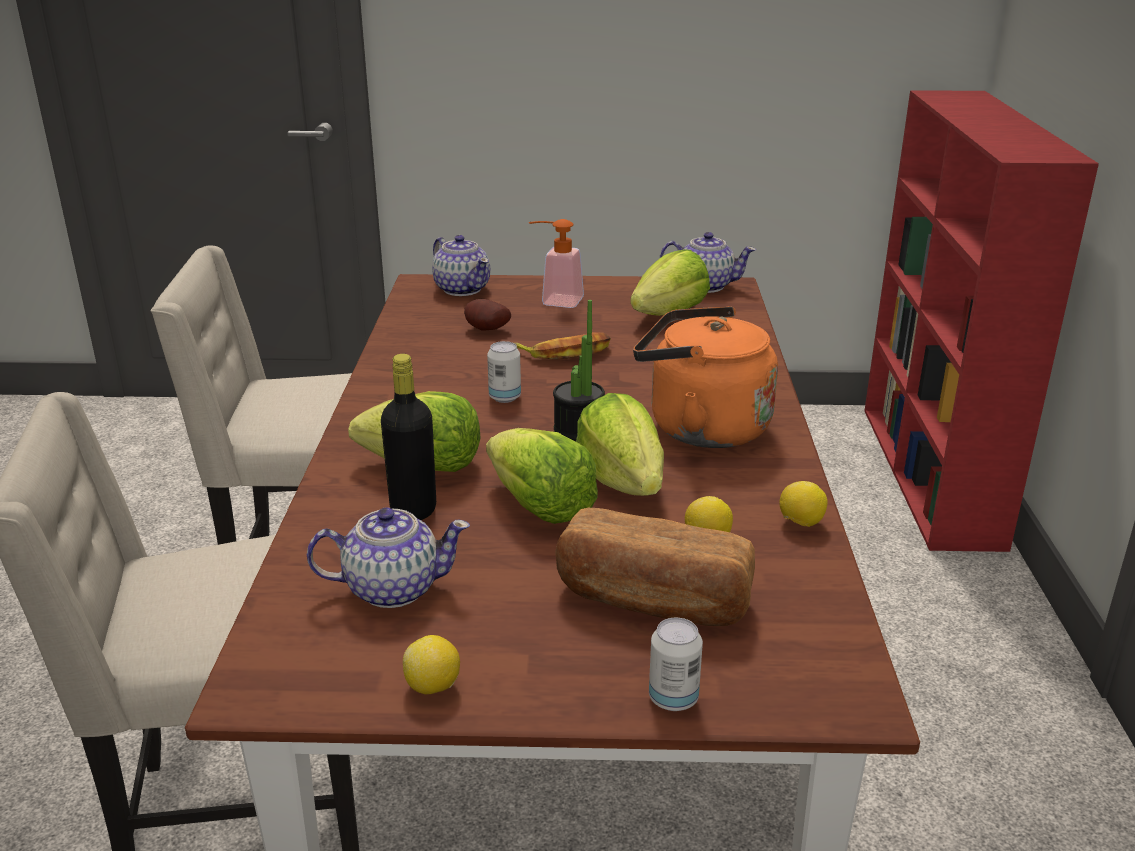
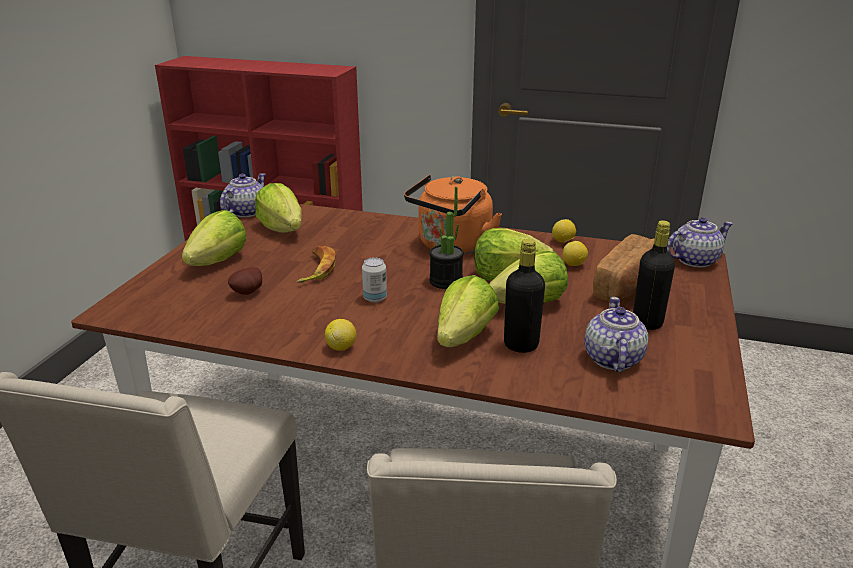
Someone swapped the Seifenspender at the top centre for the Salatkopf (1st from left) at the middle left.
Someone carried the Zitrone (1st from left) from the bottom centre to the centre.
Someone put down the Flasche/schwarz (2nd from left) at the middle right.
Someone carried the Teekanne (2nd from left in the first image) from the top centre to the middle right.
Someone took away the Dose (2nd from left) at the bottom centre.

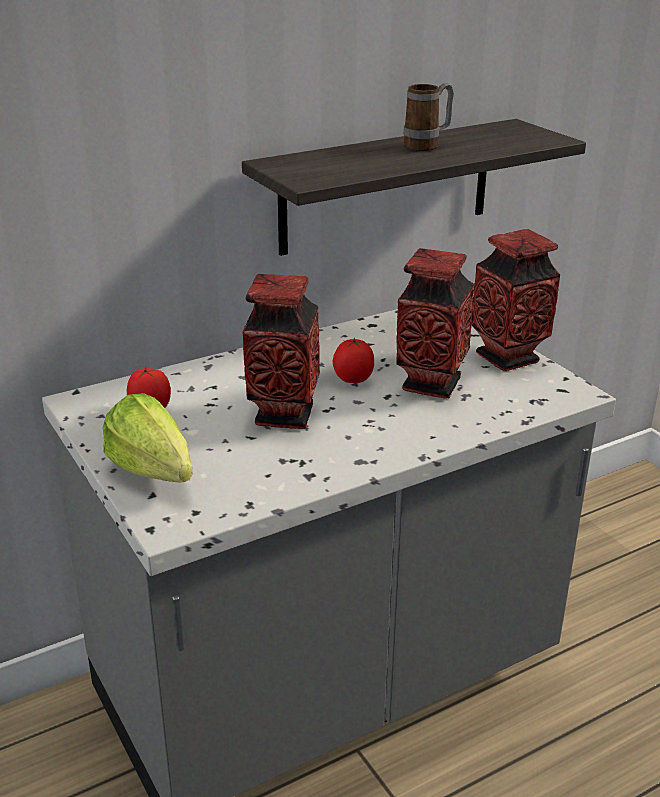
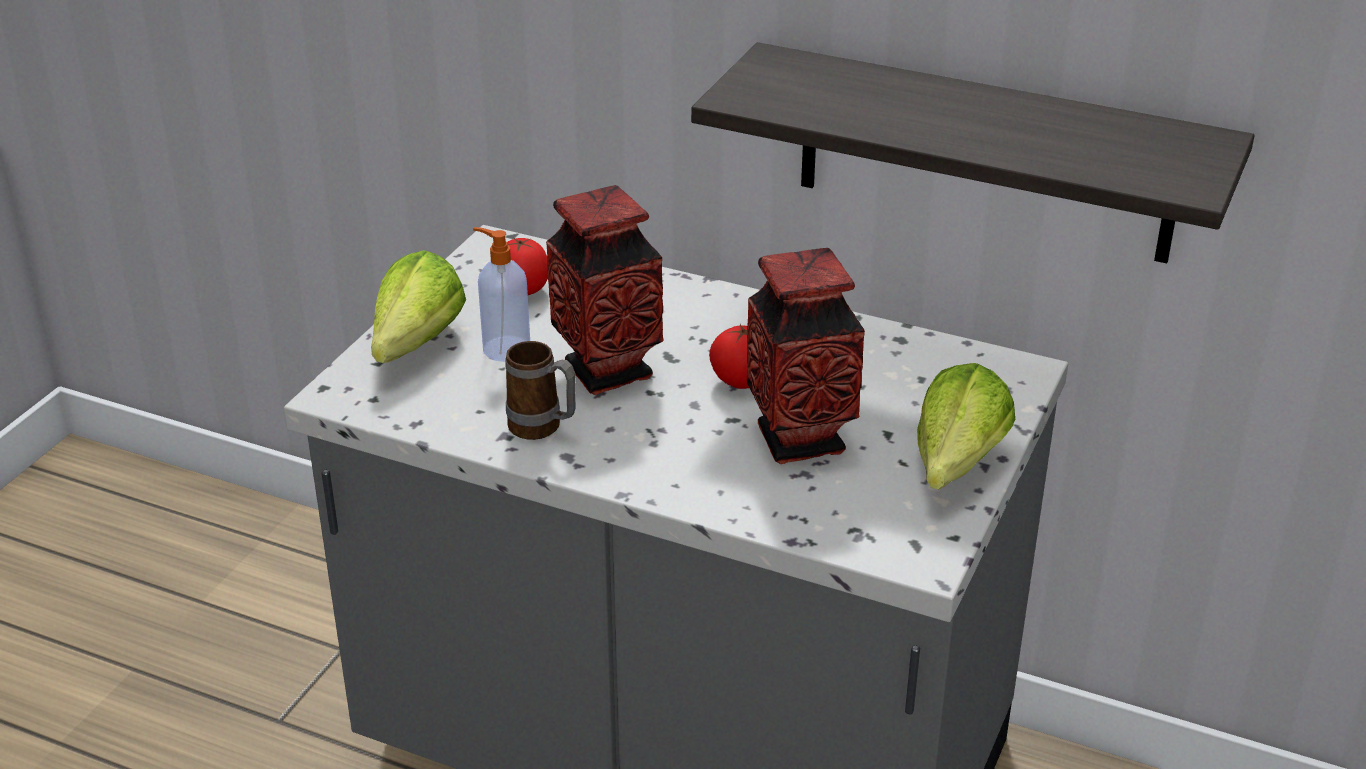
Someone put down the Seifenspender at the centre.
Someone carried the Henkelbecher from the top centre to the centre.
Someone swapped the Vase (3rd from left) at the middle right for the Salatkopf (2nd from left) at the middle right.

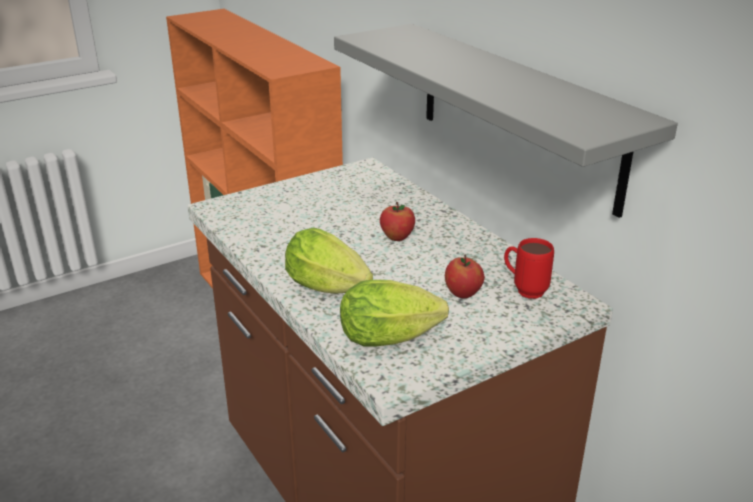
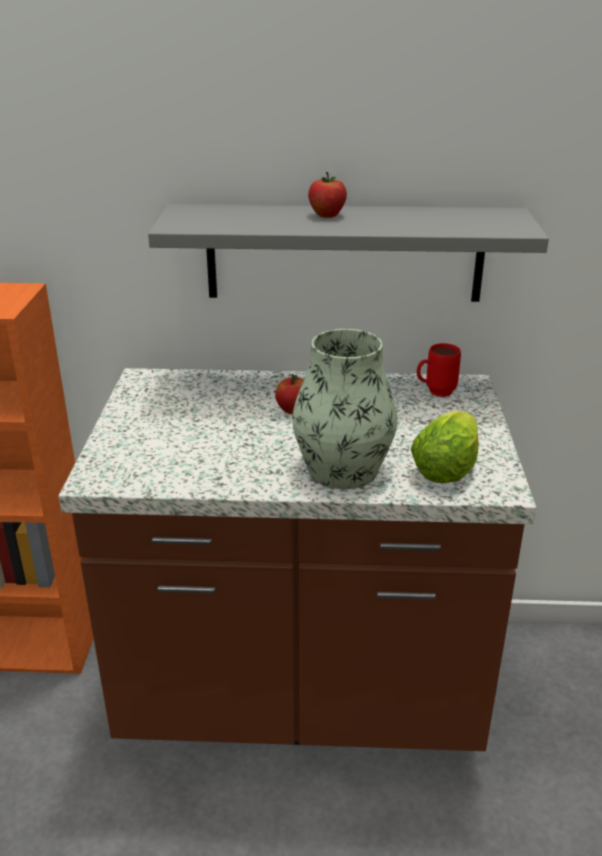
Someone swapped the Salatkopf (1st from left) at the centre for the Vase at the centre.
Someone carried the Apfel (2nd from left) from the centre to the top centre.

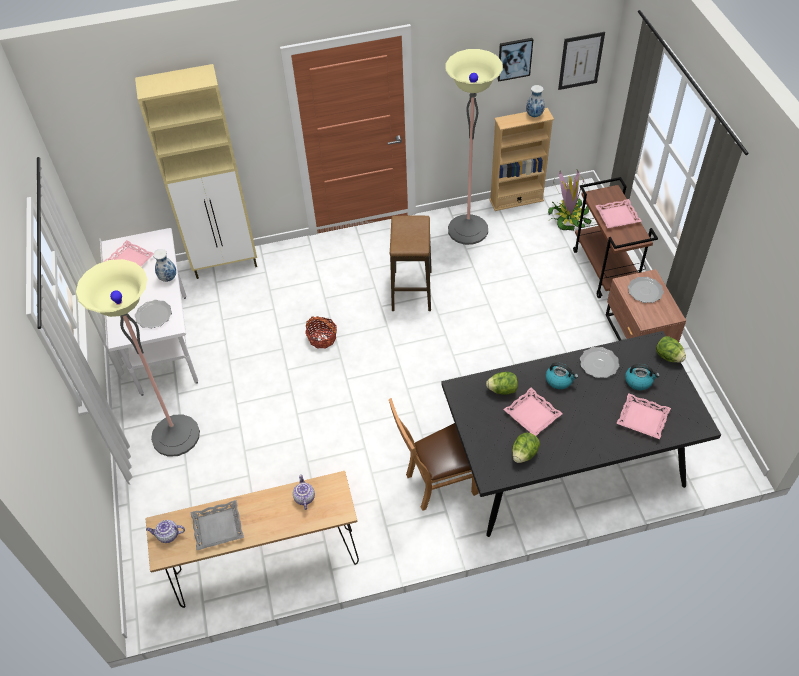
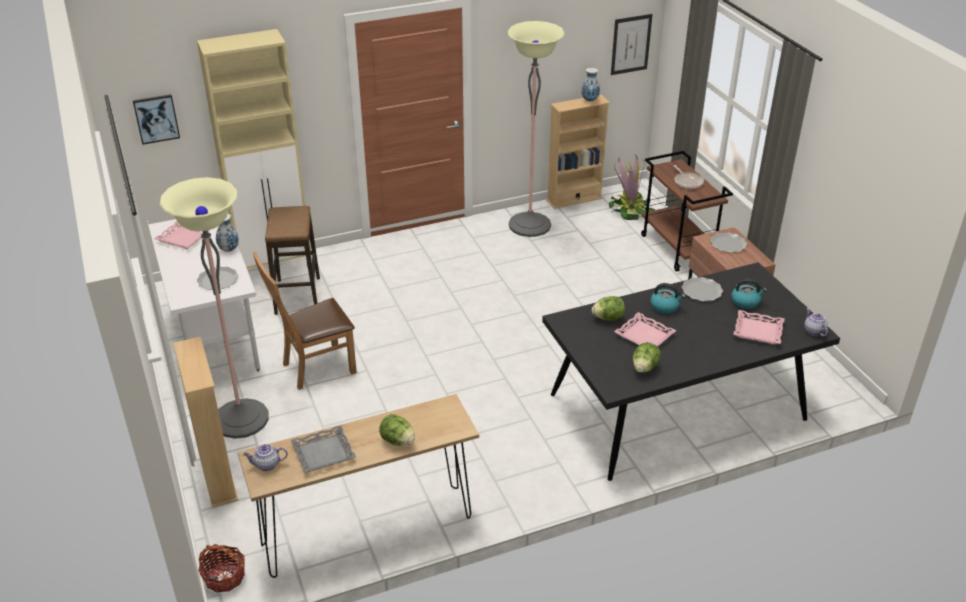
Someone carried the Bild (1st from left) from the top centre to the top left.
Someone put down the Bücherregal/beige (1st from left) at the bottom left.
Someone carried the Korb from the centre to the bottom left.
Someone carried the Stuhl/braun from the bottom centre to the middle left.
Someone carried the Hocker from the centre to the middle left.
Someone carried the Salatkopf (3rd from left in the first image) from the middle right to the bottom centre.
Someone swapped the Tablett/rosa (3rd from left) at the top right for the Pfanne at the top right.
Someone carried the Teekanne (2nd from left) from the bottom centre to the middle right.

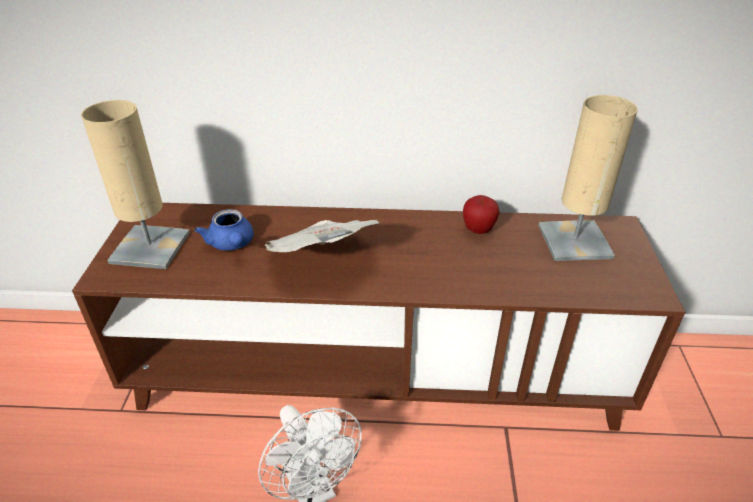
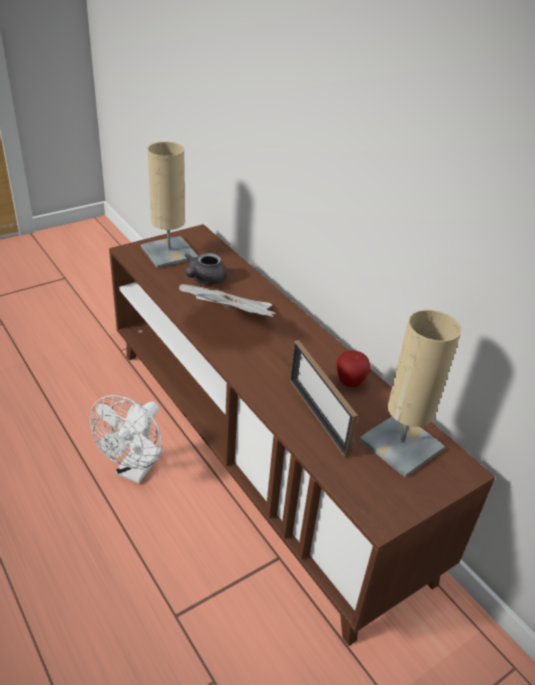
Someone repainted the Teekanne/blau at the middle left, which became the Teekanne/grau at the centre.
Someone put down the Bilderrahmen at the centre.

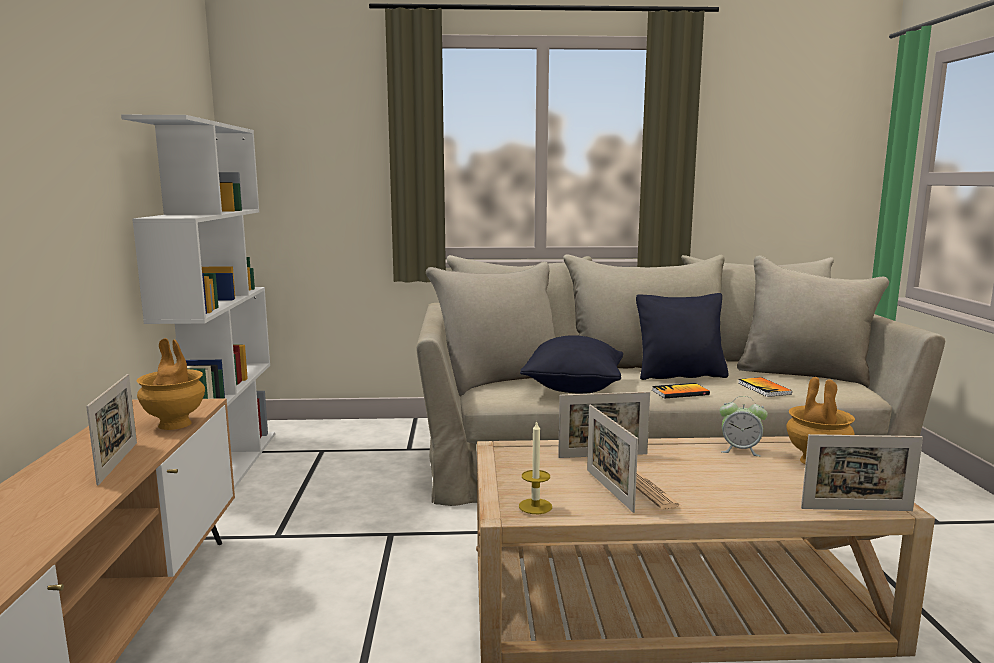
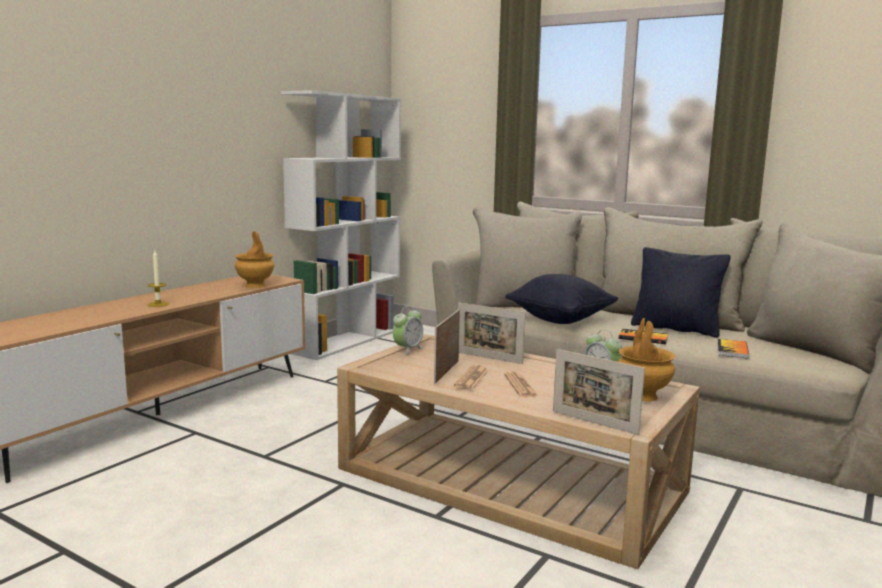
Someone carried the Kerze from the bottom centre to the middle left.
Someone put down the Wecker (1st from left) at the centre.
Someone put down the Zeitung (2nd from left) at the centre.
Someone took away the Bilderrahmen (1st from left) at the middle left.

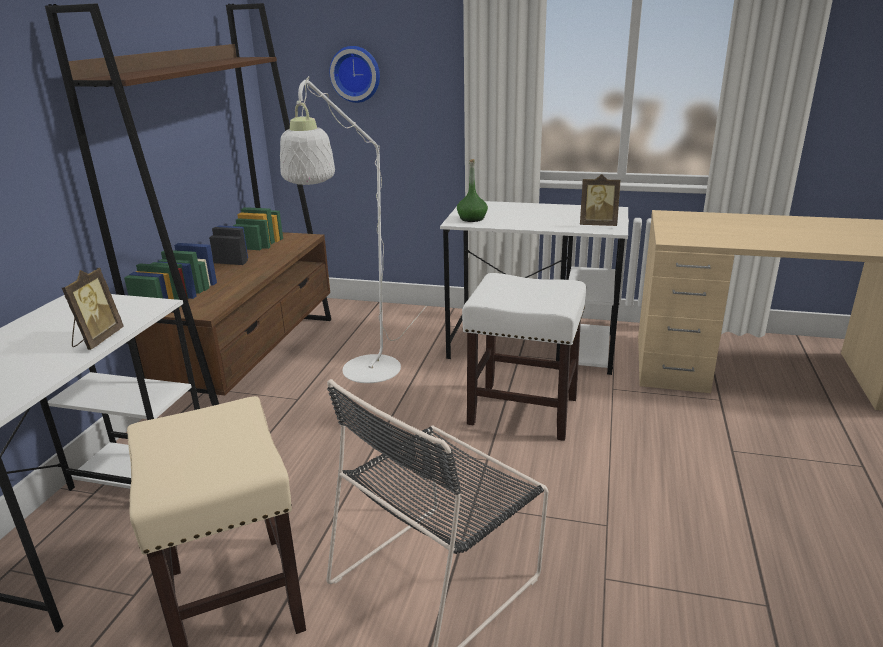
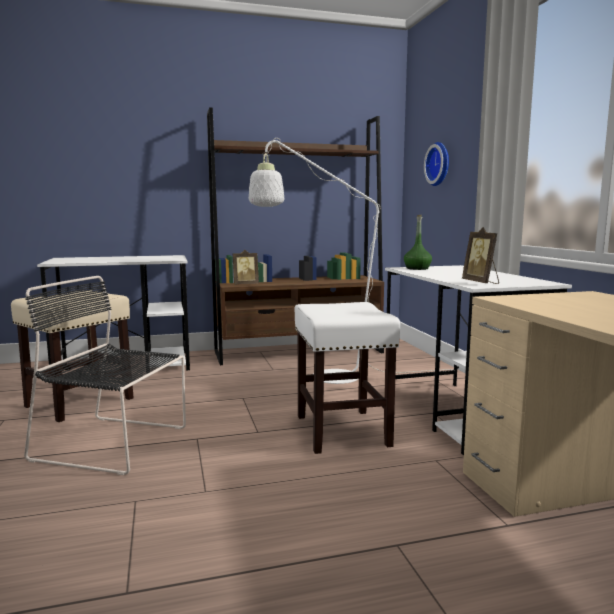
Someone carried the Bilderrahmen (1st from left) from the middle left to the centre.

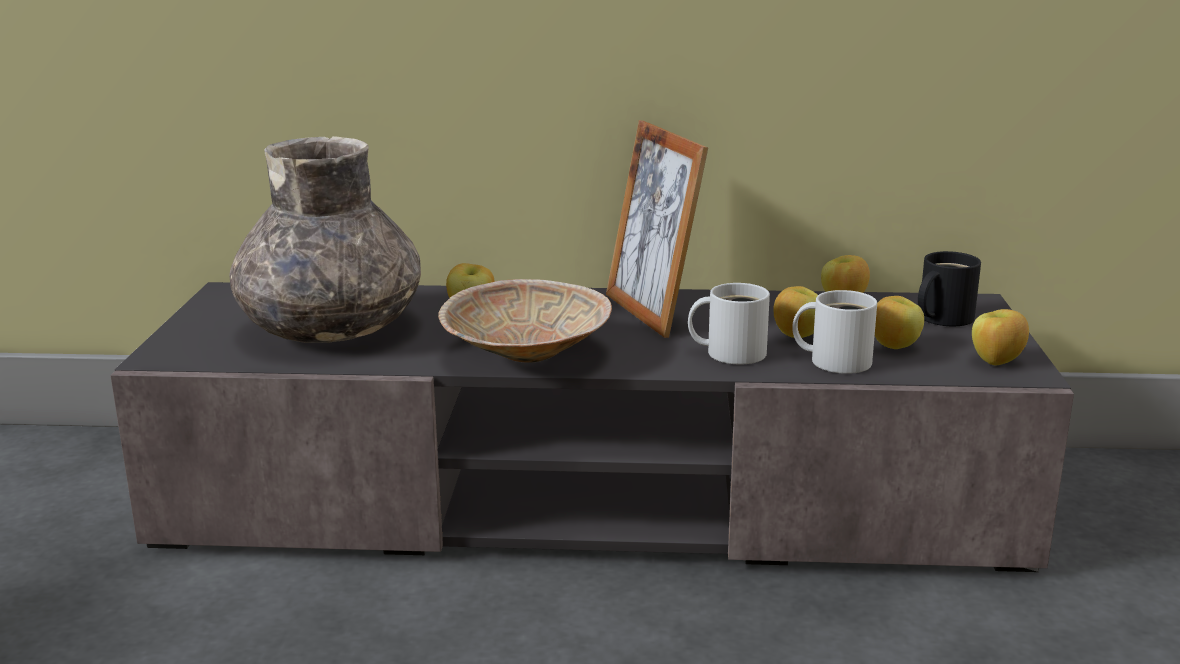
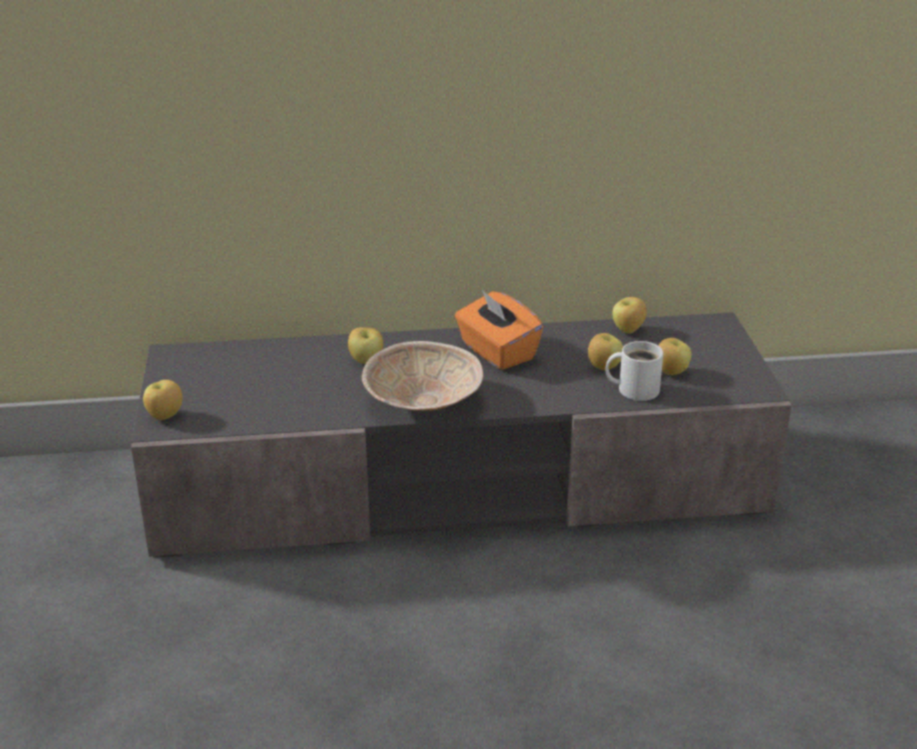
Someone carried the Apfel (5th from left in the first image) from the middle right to the middle left.
Someone swapped the Bilderrahmen at the centre for the Taschentuchbox/orange at the centre.
Someone took away the Vase/grau at the middle left.
Someone took away the Henkelbecher/weiß (1st from left) at the centre.
Someone took away the Henkelbecher/schwarz at the middle right.

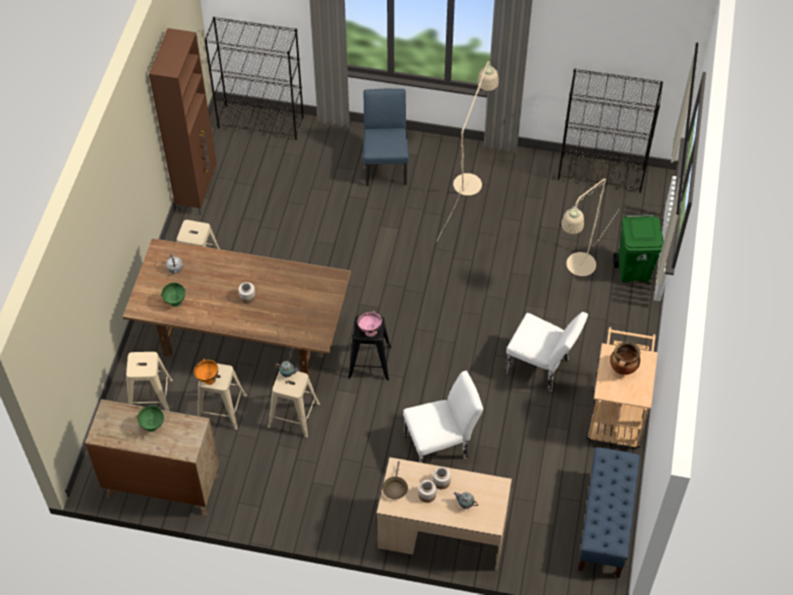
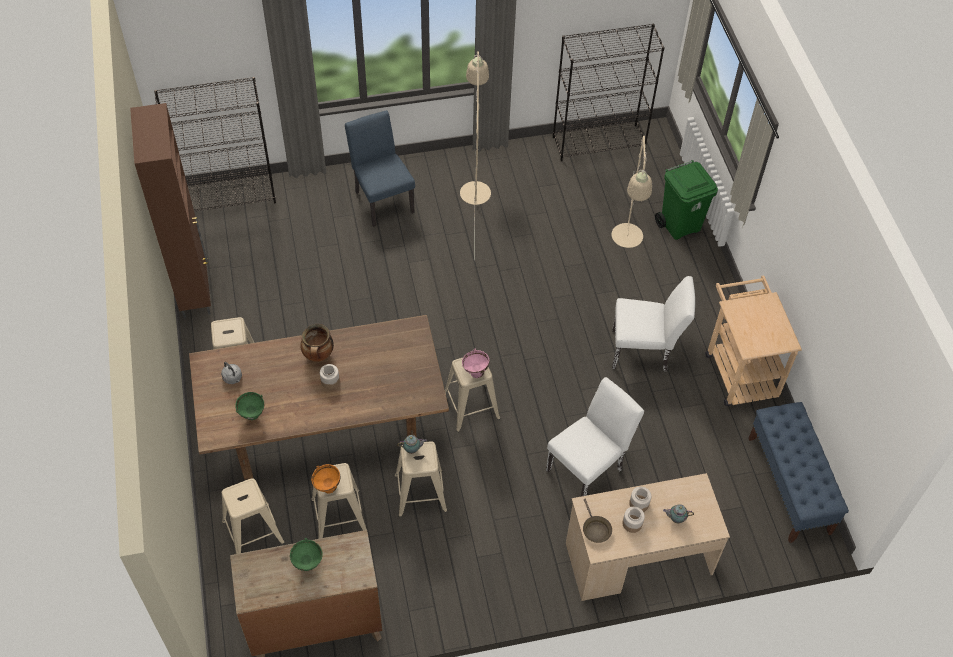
Someone carried the Kochtopf from the middle right to the middle left.
Someone repainted the Hocker/schwarz at the centre, which became the Hocker/beige (5th from left) at the centre.

